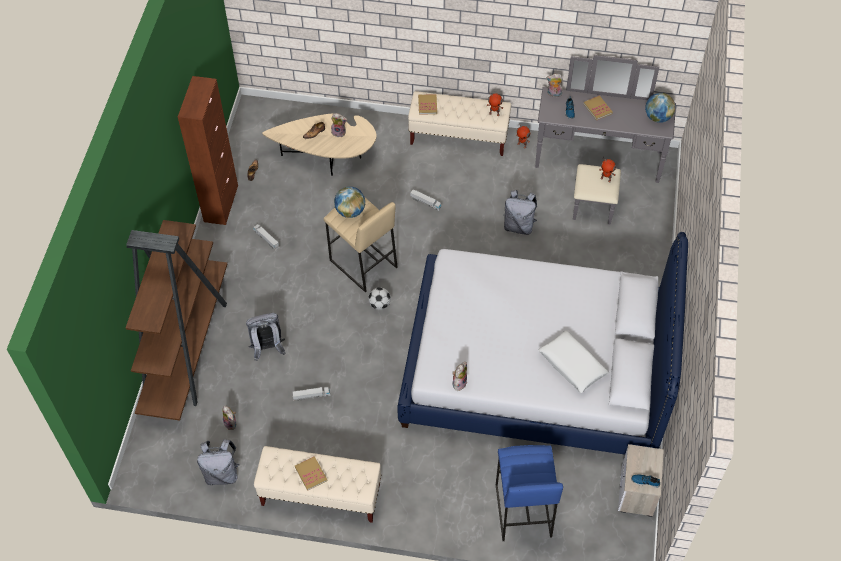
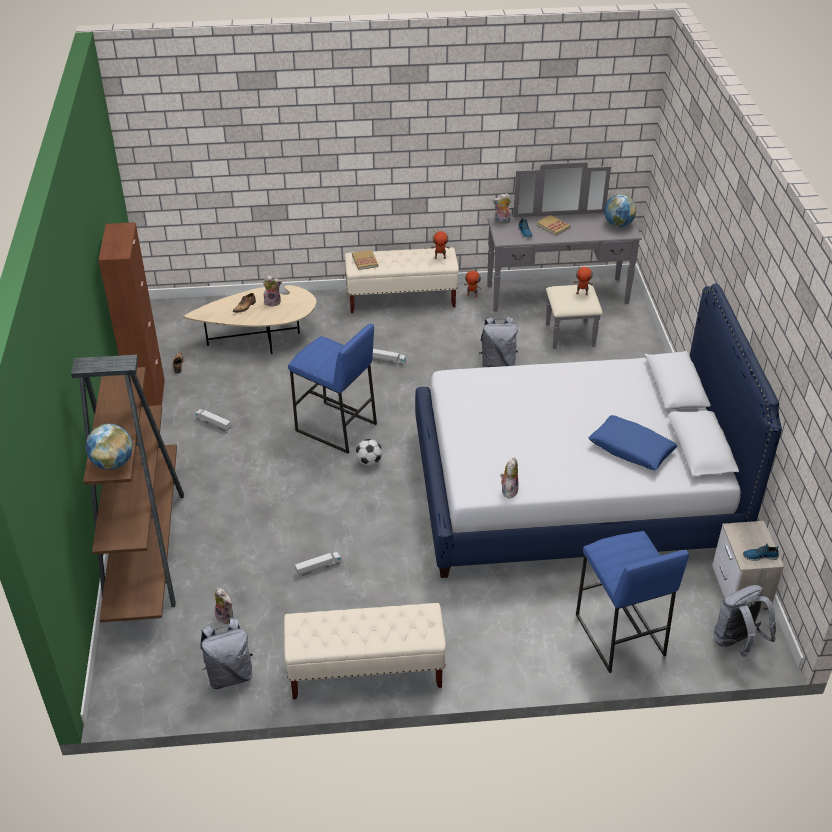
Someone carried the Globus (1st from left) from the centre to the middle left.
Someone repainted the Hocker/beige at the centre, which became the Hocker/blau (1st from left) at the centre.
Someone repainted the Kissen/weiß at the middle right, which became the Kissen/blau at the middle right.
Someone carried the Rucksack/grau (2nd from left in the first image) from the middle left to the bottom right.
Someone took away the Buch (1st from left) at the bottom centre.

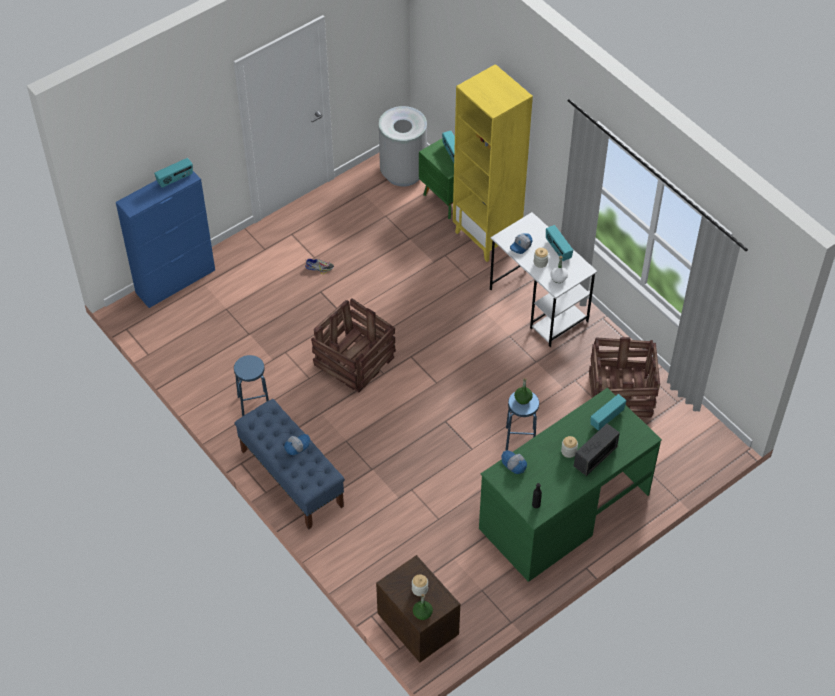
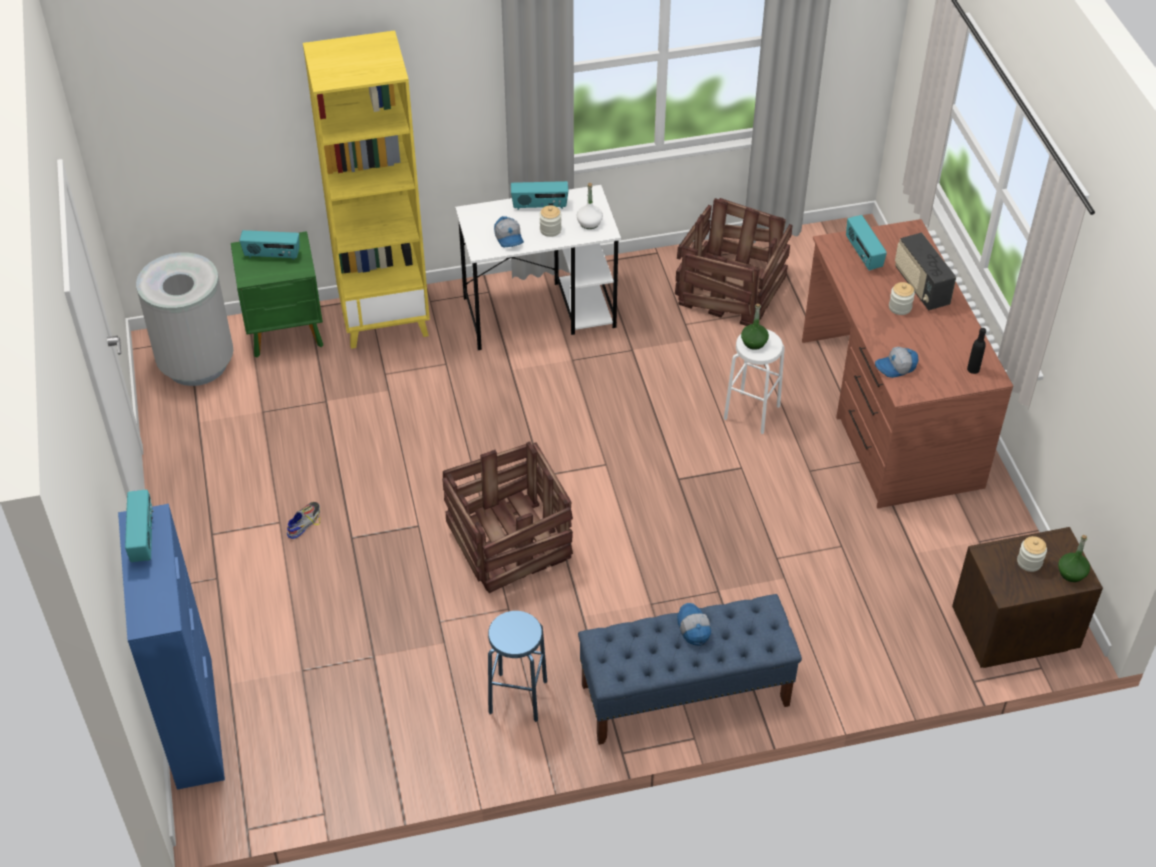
Someone repainted the Hocker/blau (2nd from left) at the centre, which became the Hocker/weiß at the centre.
Someone repainted the Schreibtisch/grün at the bottom right, which became the Schreibtisch/braun at the middle right.

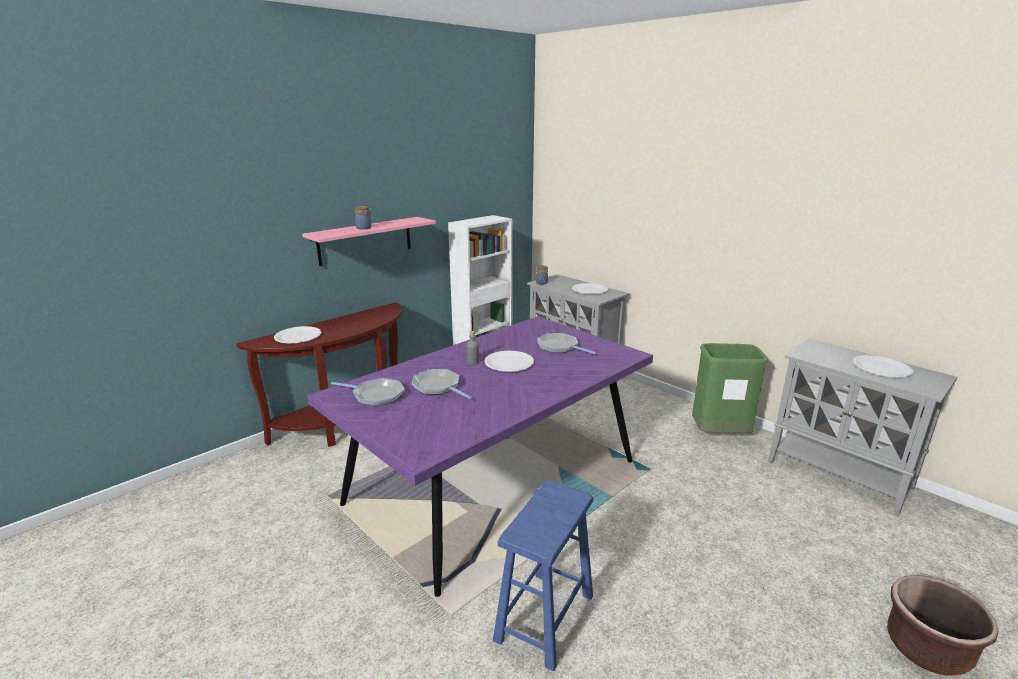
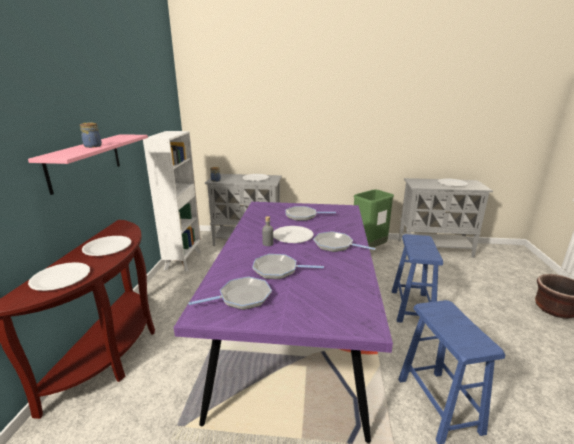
Someone put down the Teller/weiß (2nd from left) at the middle left.
Someone put down the Pfanne (4th from left) at the centre.
Someone put down the Hocker/blau (1st from left) at the middle right.

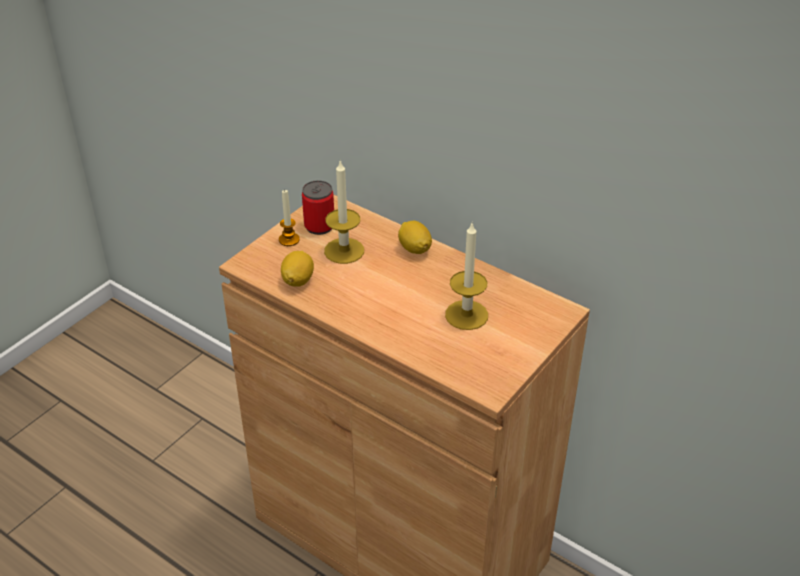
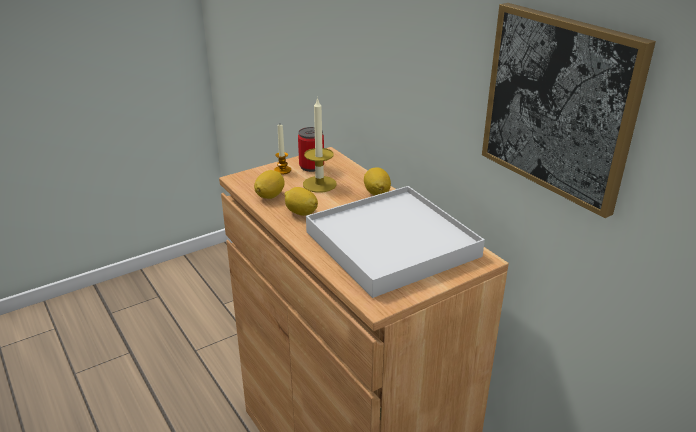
Someone put down the Zitrone (2nd from left) at the centre.
Someone swapped the Kerze (3rd from left) at the centre for the Tablett/weiß at the centre.
Someone put up the Bild at the top right.

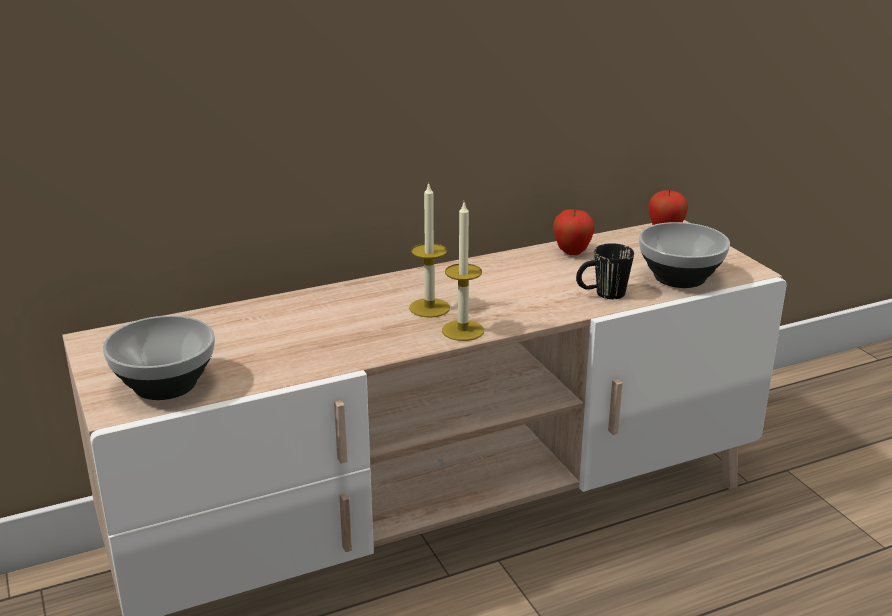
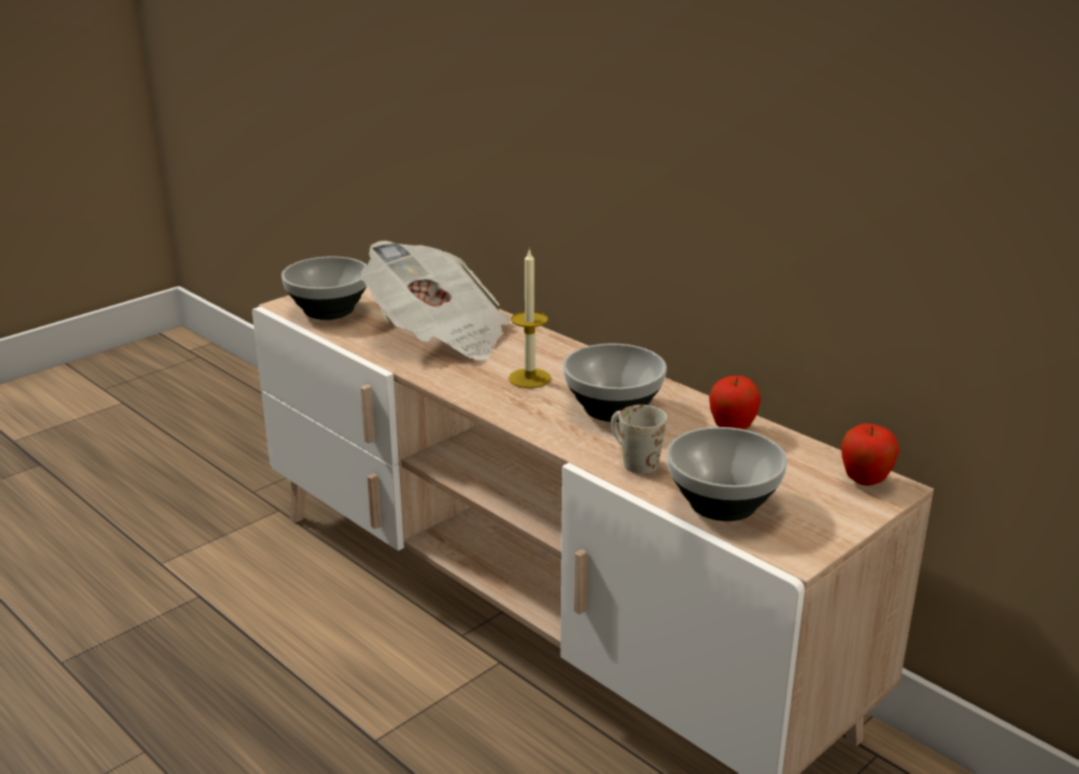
Someone put down the Zeitung at the centre.
Someone put down the Schüssel (2nd from left) at the centre.
Someone repainted the Henkelbecher/schwarz at the middle right, which became the Henkelbecher/weiß at the centre.
Someone took away the Kerze (2nd from left) at the centre.

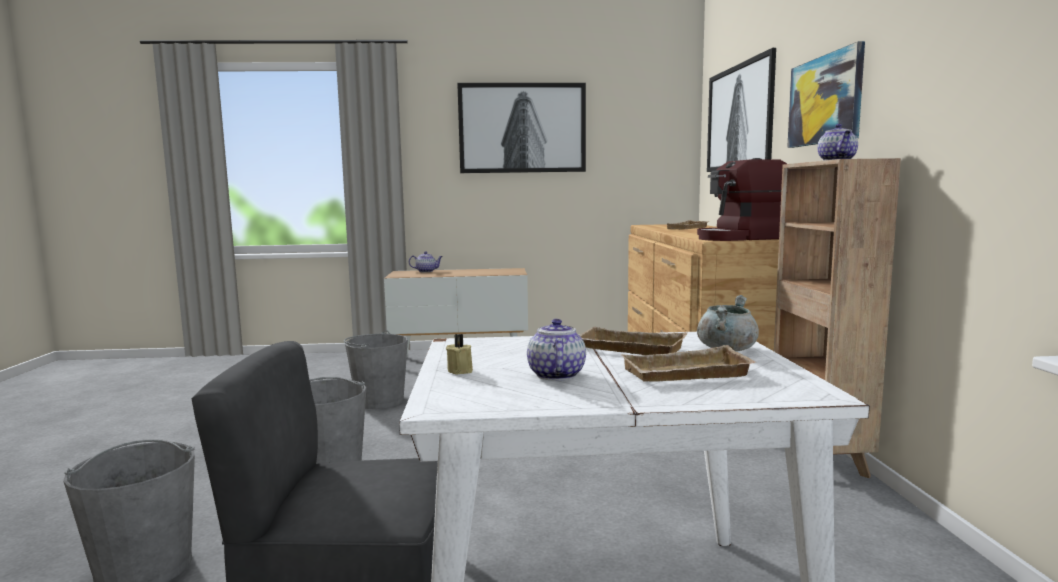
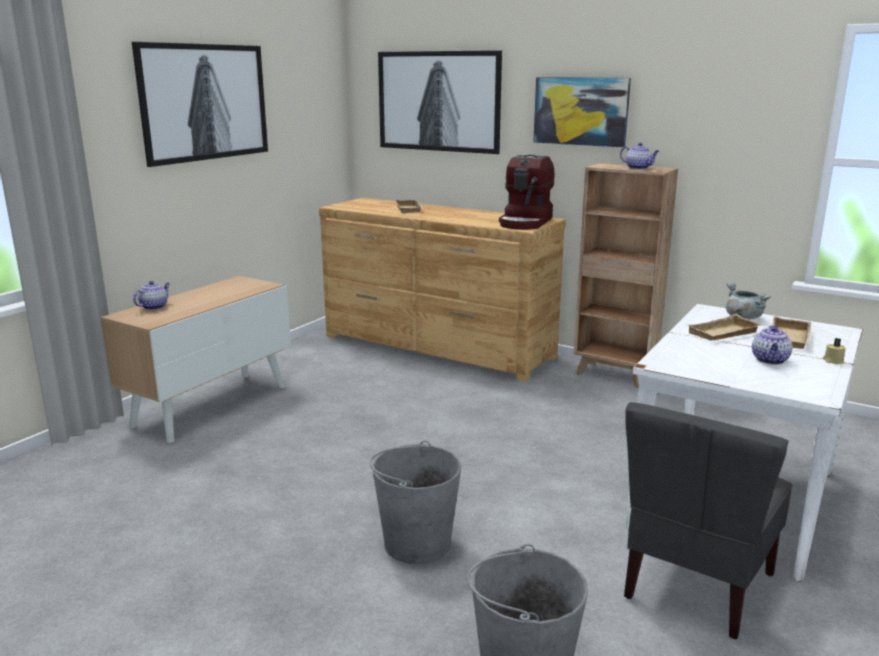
Someone rotated the Teekanne (2nd from left in the first image) at the centre by 105 degrees counterclockwise.
Someone carried the Kerze/beige from the centre to the middle right.
Someone took away the Eimer/grau (3rd from left) at the centre.

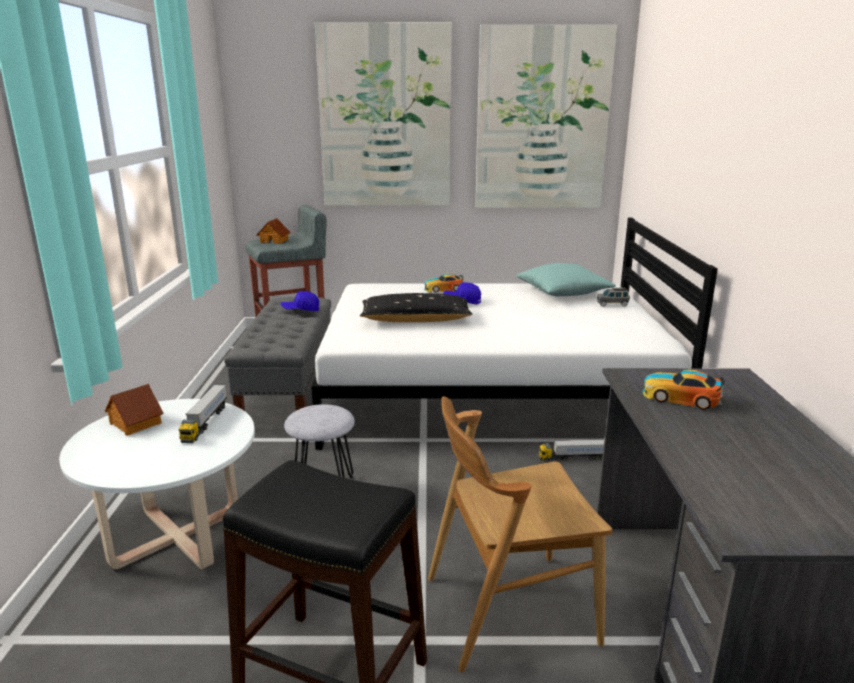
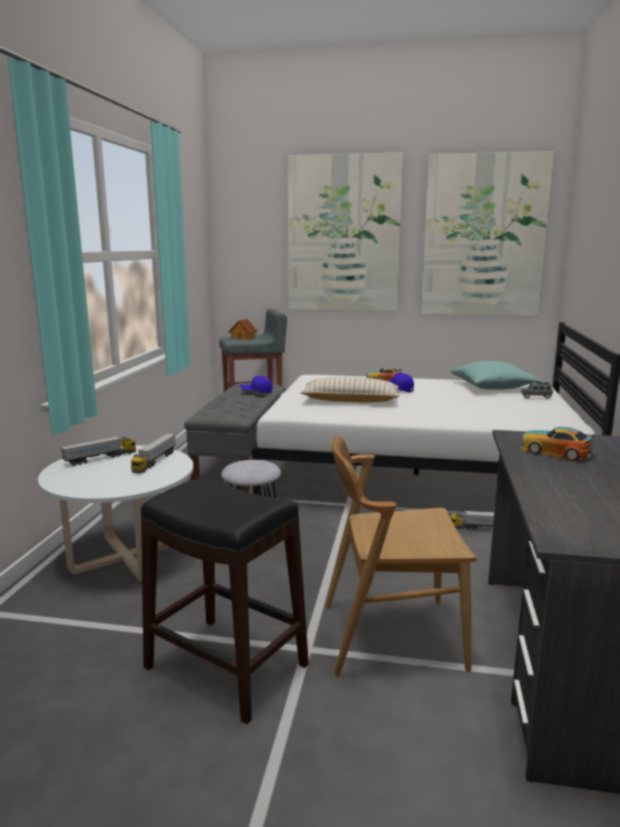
Someone swapped the Spielzeughaus (1st from left) at the middle left for the Spielzeuglaster (1st from left) at the middle left.
Someone repainted the Kissen/schwarz at the centre, which became the Kissen/beige at the centre.

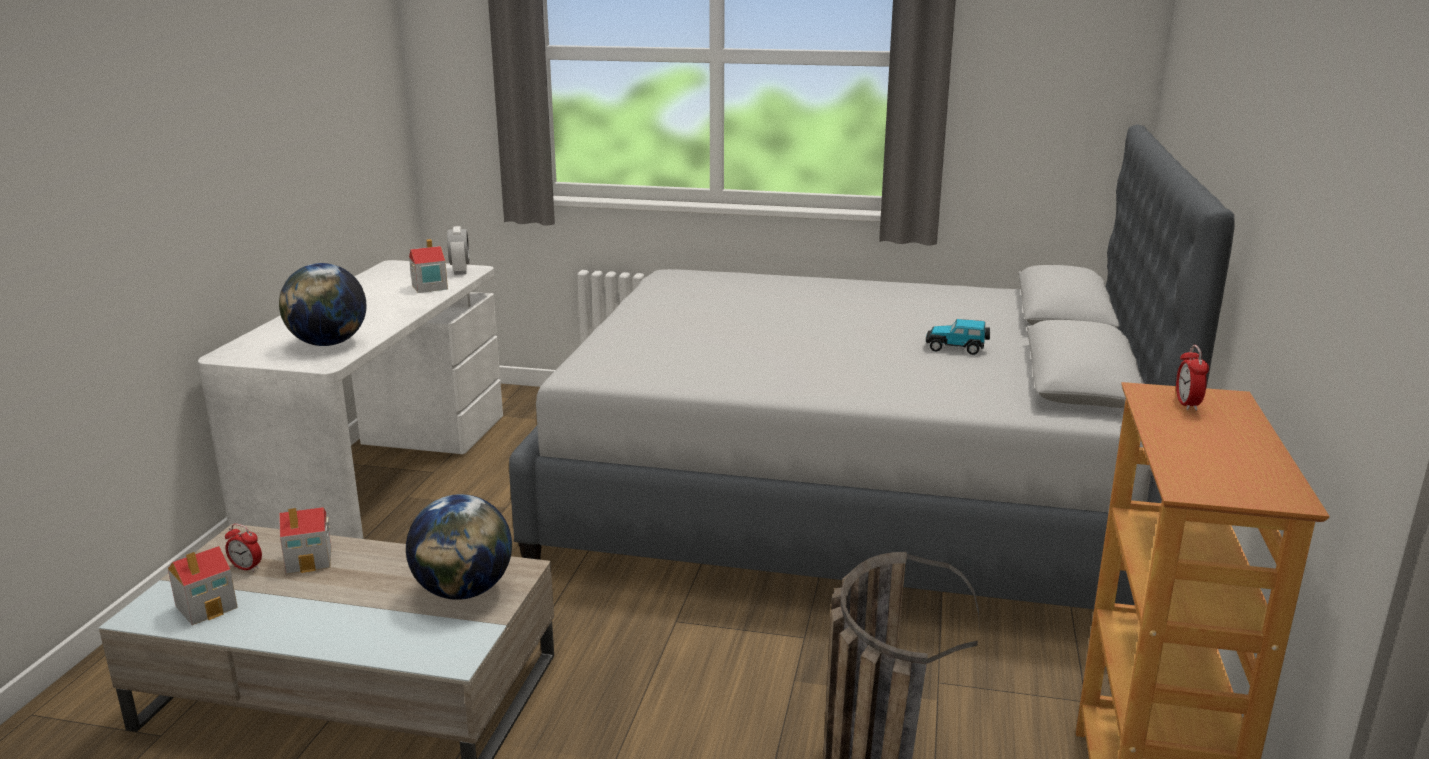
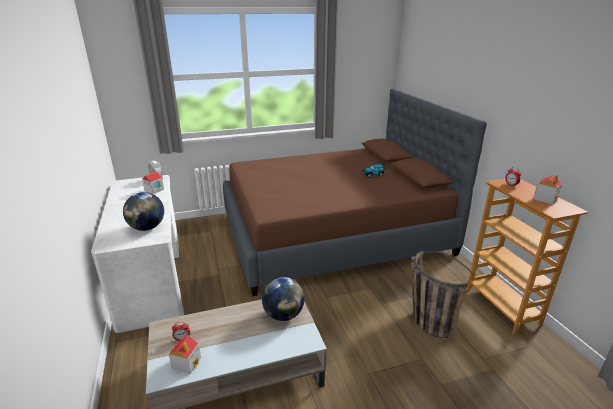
Someone repainted the Bett/grau at the centre, which became the Bett/braun at the centre.
Someone carried the Spielzeughaus (2nd from left in the first image) from the bottom left to the middle right.

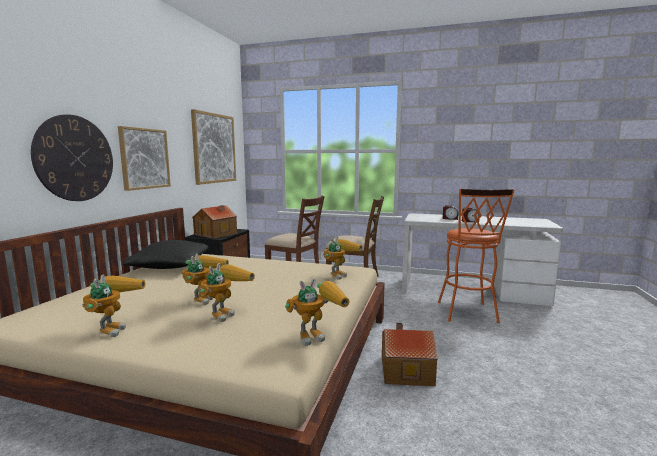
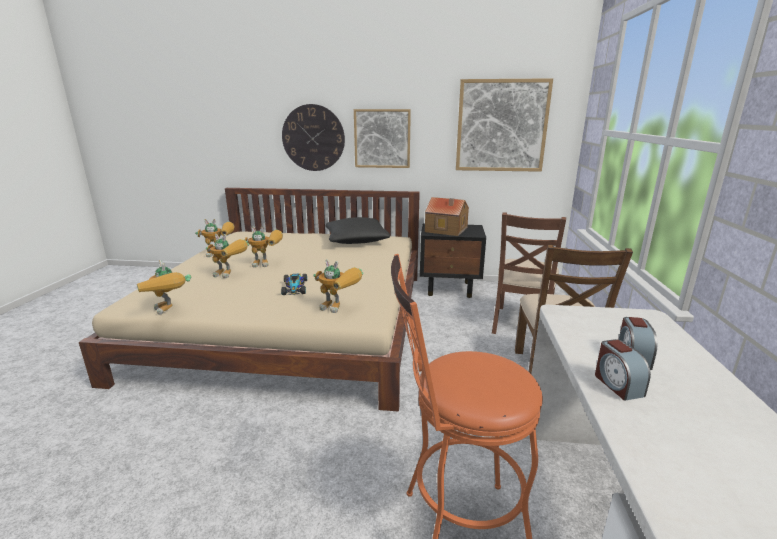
Someone put down the Spielzeugauto at the centre.
Someone took away the Spielzeughaus (2nd from left) at the bottom centre.

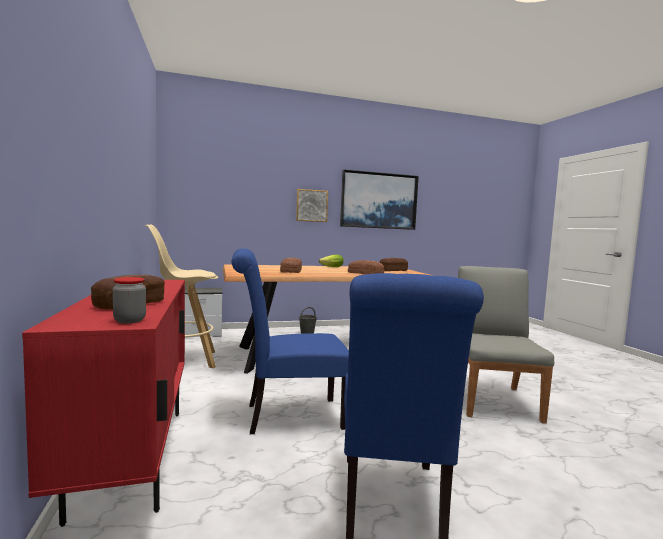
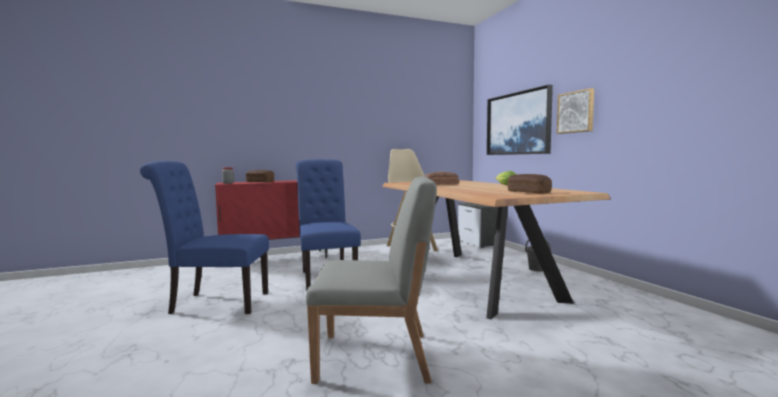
Someone carried the Bild (2nd from left in the first image) from the centre to the top right.
Someone took away the Brot (3rd from left) at the centre.

